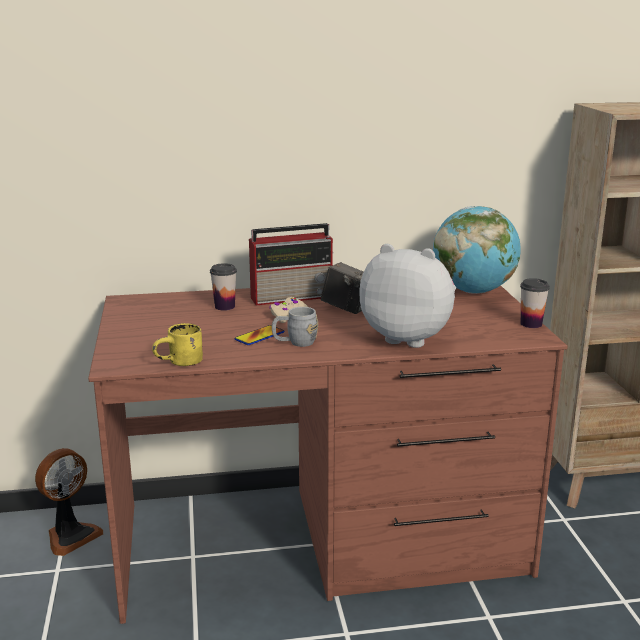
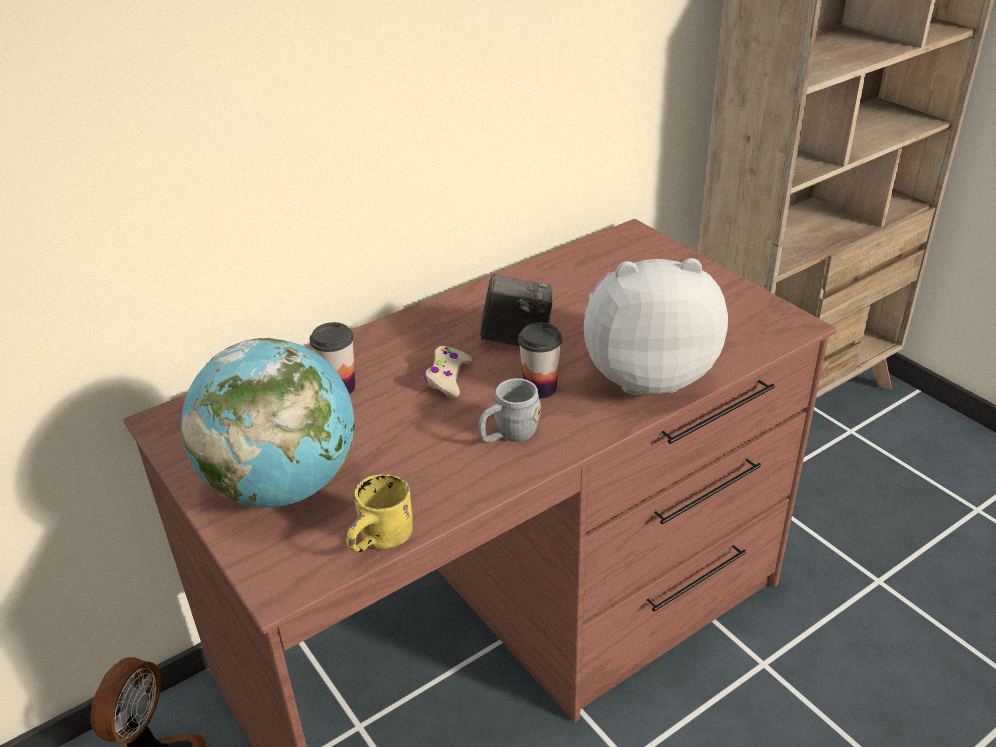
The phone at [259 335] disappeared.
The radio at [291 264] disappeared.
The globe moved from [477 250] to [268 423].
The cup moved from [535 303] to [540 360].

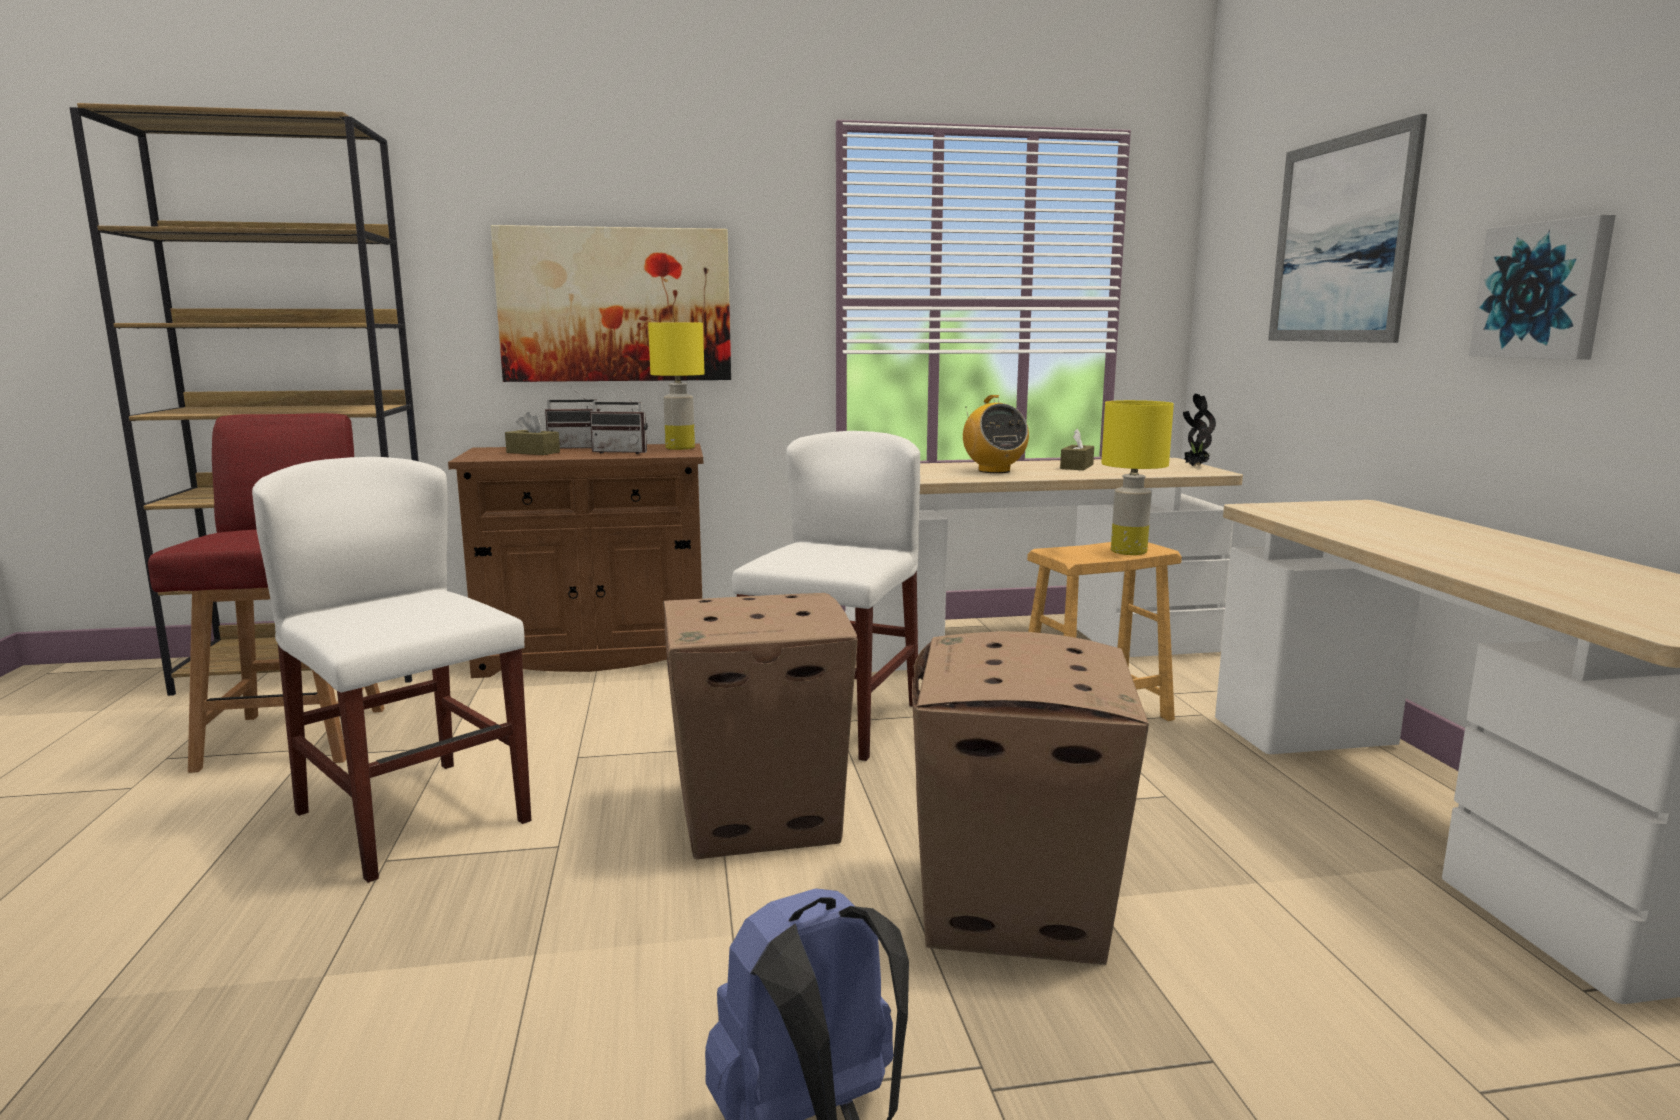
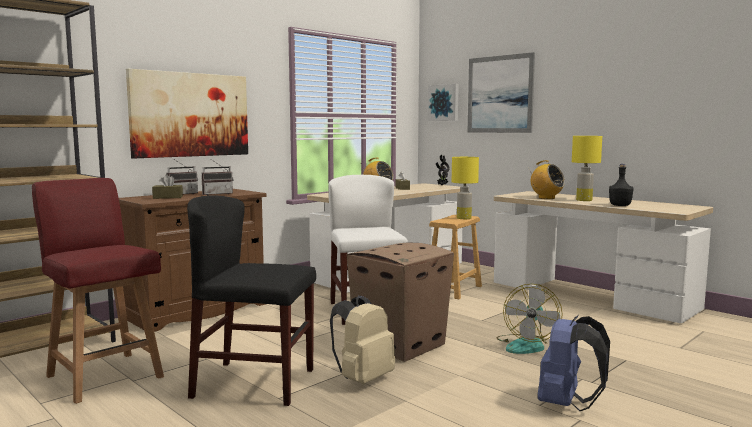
The beige backpack at [362 339] appeared.
The radio at [546 179] appeared.
The black bottle at [621 185] appeared.
The yellow table lamp moved from [676 386] to [587 168].
The picture moved from [1542 287] to [443 102].
The cardboard box at [1030 798] was replaced by the fan at [529 319].
The white chair at [391 670] became the black chair at [251 300].

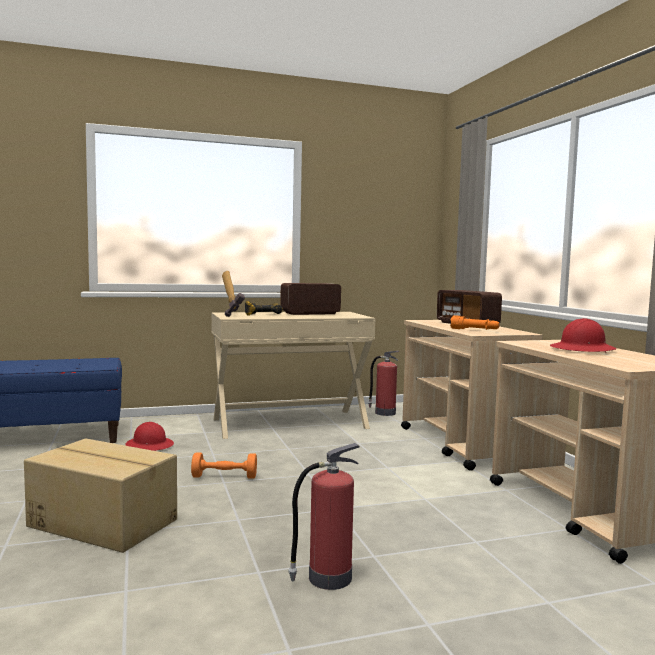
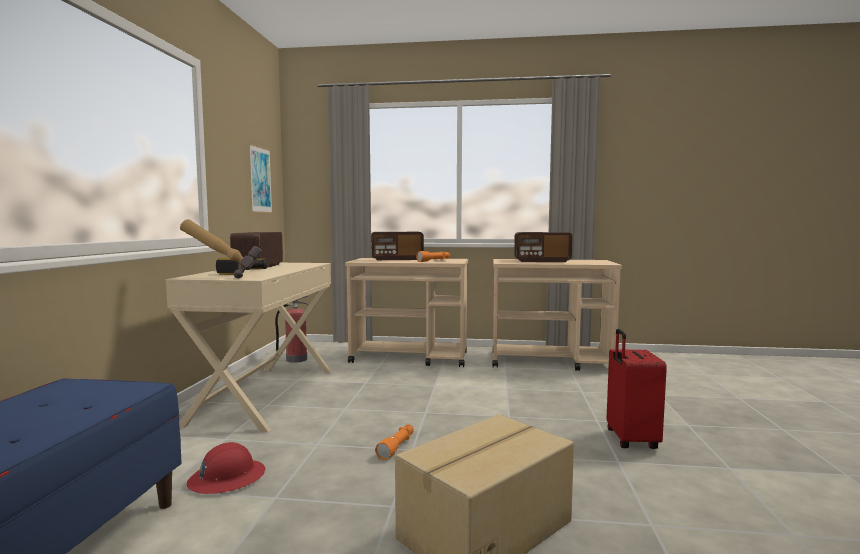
The picture at [261 178] appeared.
The orange dumbbell at [224 465] was replaced by the orange flashlight at [394 442].
The fire extinguisher at [324 516] was replaced by the red suitcase at [637 389].
The red hard hat at [583 335] was replaced by the radio at [543 247].

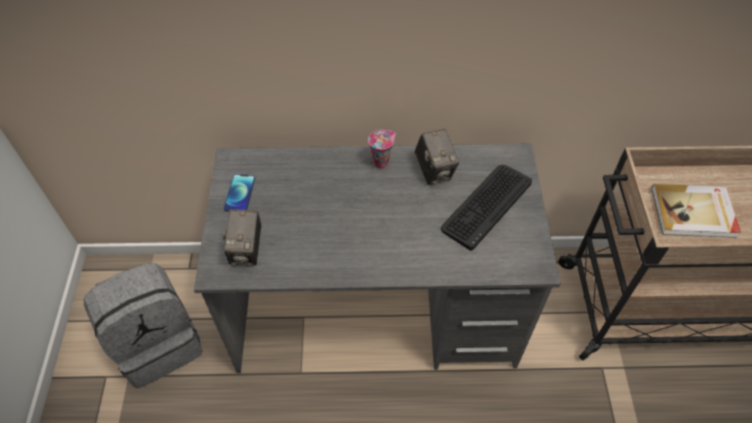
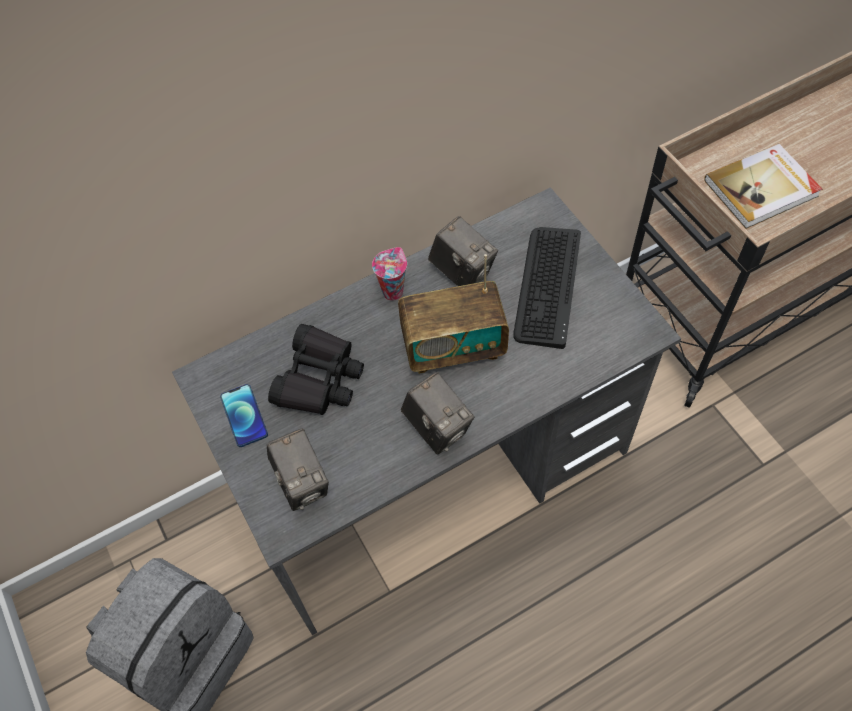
The black binoculars at [316 369] appeared.
The radio at [453 314] appeared.
The photo camera at [437 413] appeared.

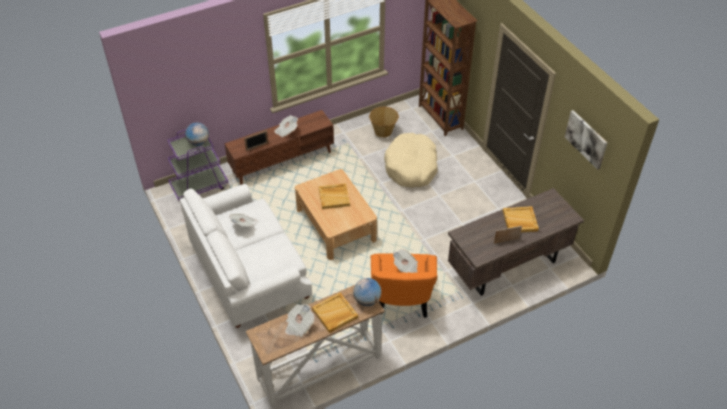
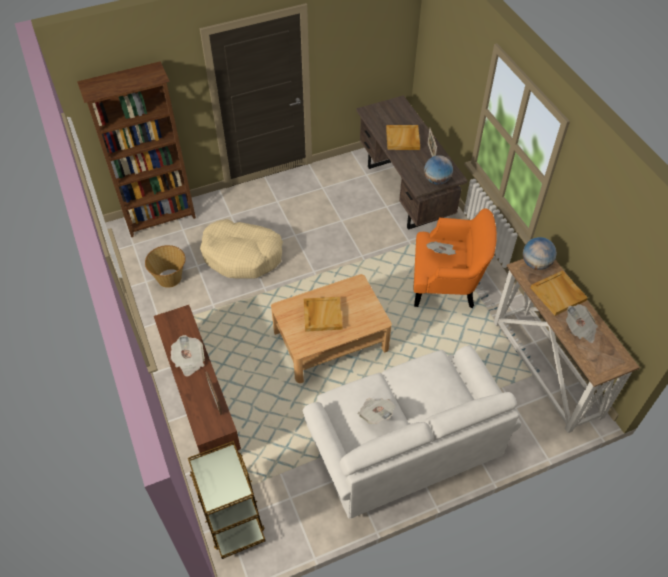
The picture at [586 140] disappeared.
The globe moved from [197 134] to [438 170].
The purple cart at [198 165] became the brown cart at [226 500].

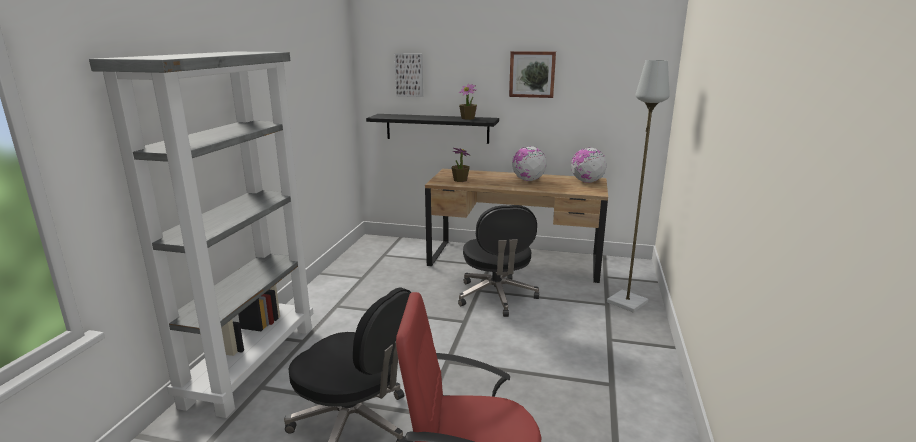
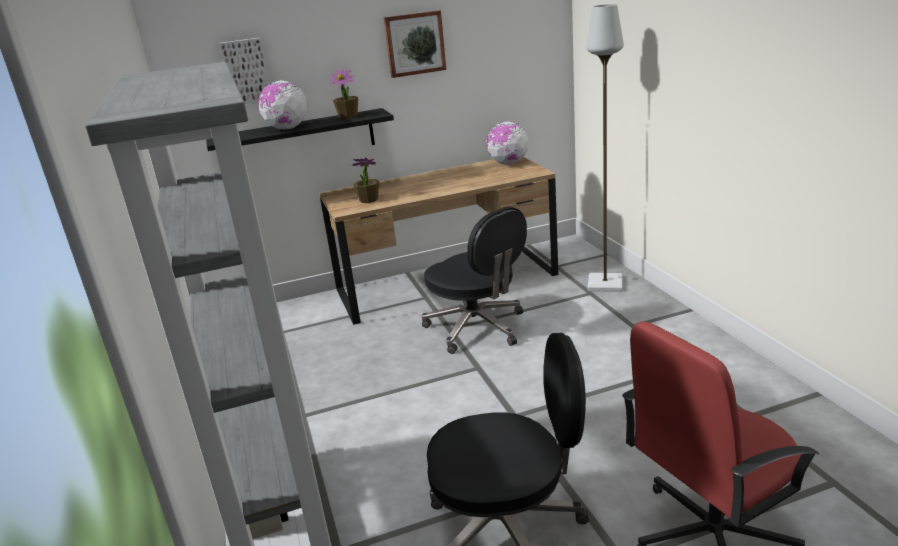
The globe moved from [529 163] to [282 105].

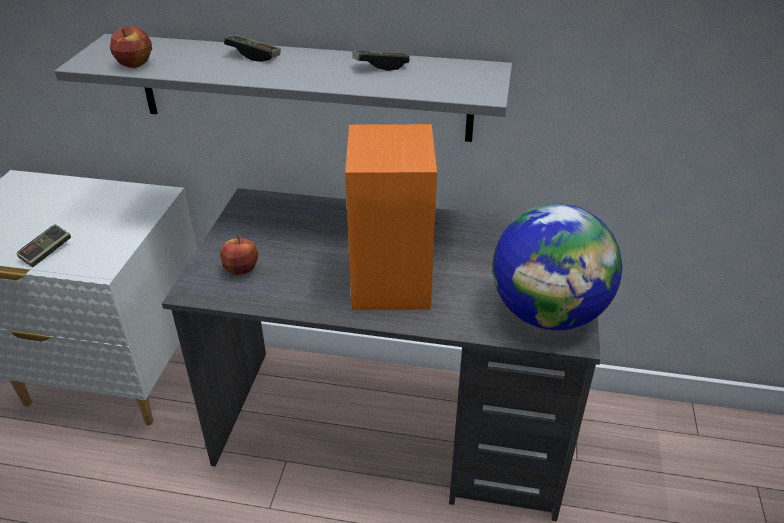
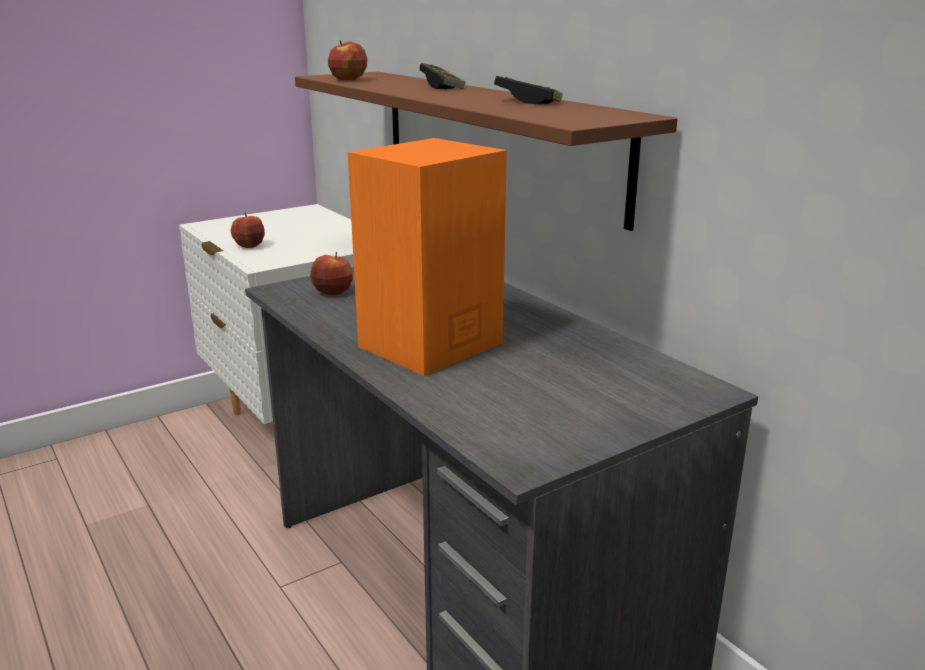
The globe at [557 267] disappeared.
The game controller at [43 245] was replaced by the apple at [247 230].
The grey shelf at [283 88] became the brown shelf at [486 151].

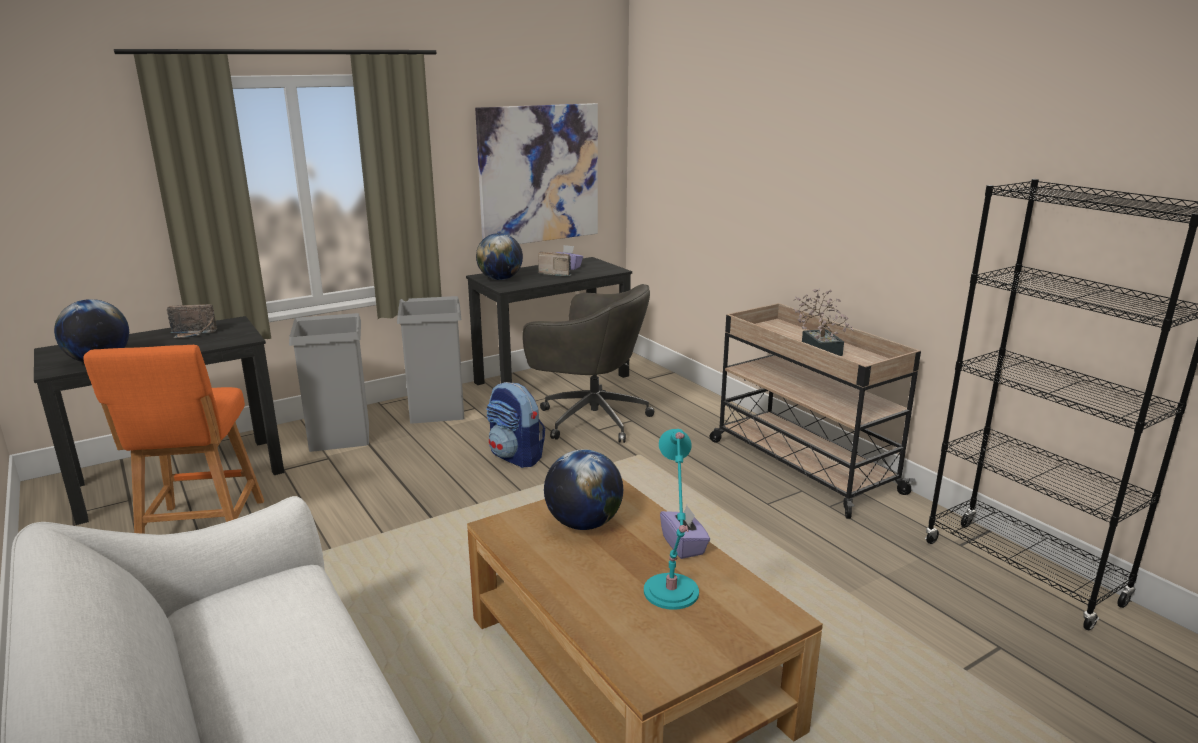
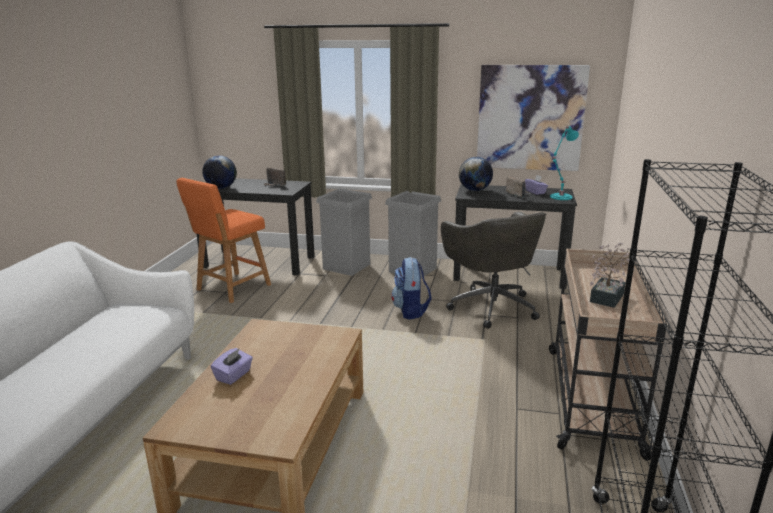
The globe at [583 489] disappeared.
The turquoise table lamp moved from [671 519] to [564 163].
The purple tissue box moved from [685 532] to [232 366].

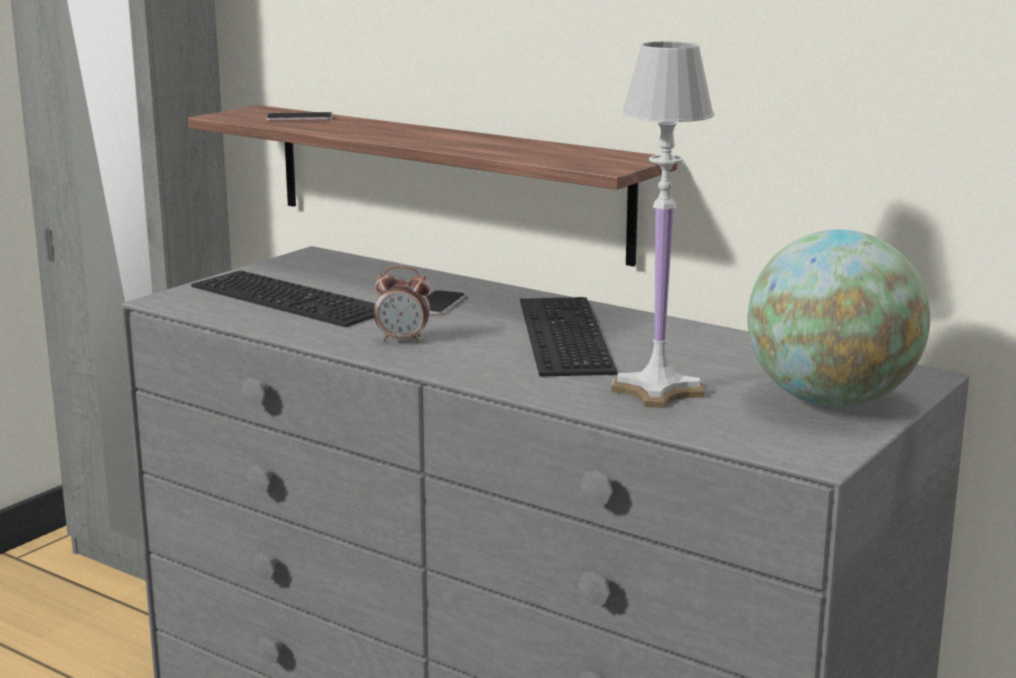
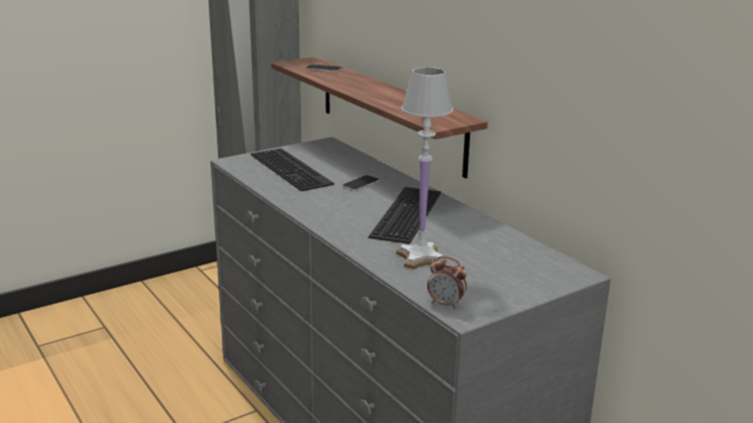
The globe at [839 318] disappeared.
The alarm clock moved from [402 304] to [447 282].

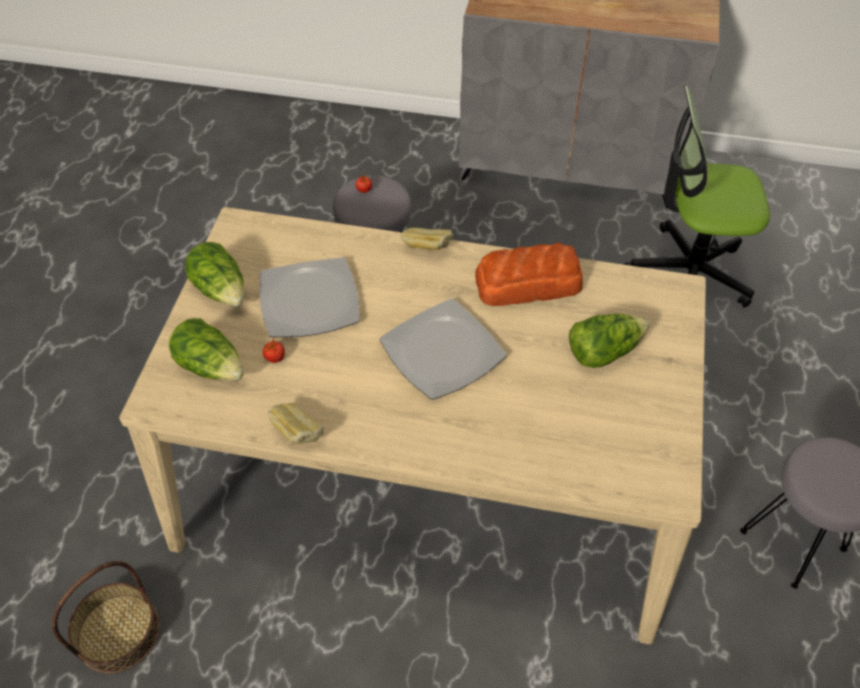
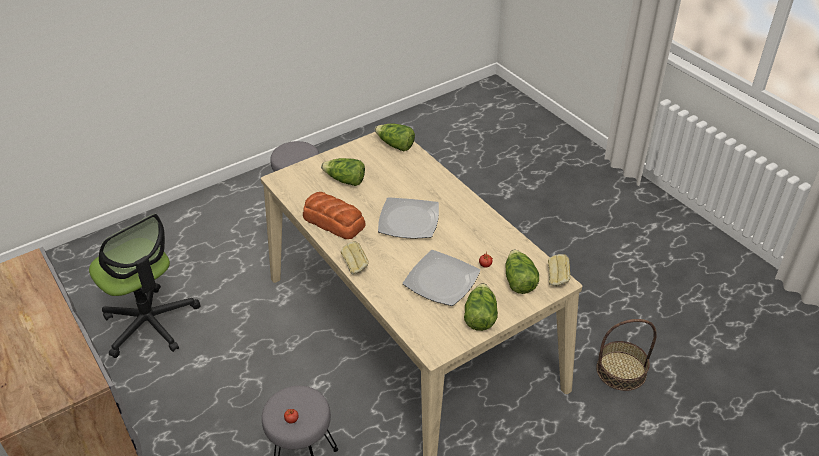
The lettuce at [395 137] appeared.
The bread moved from [296 423] to [559 270].

